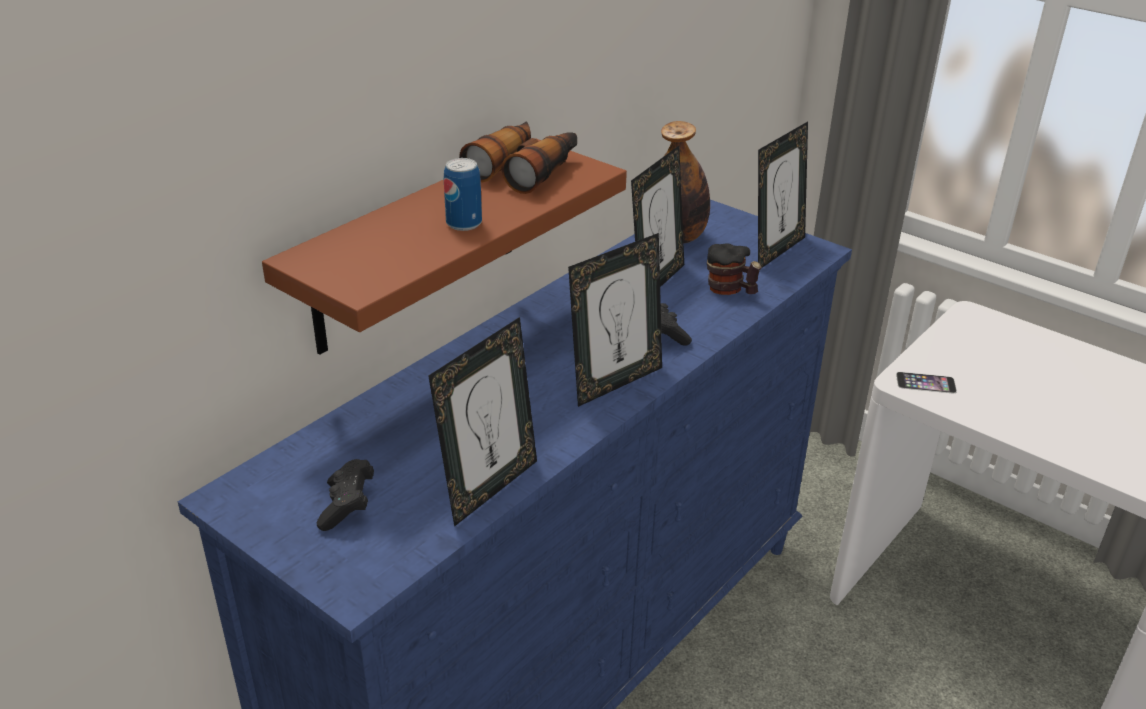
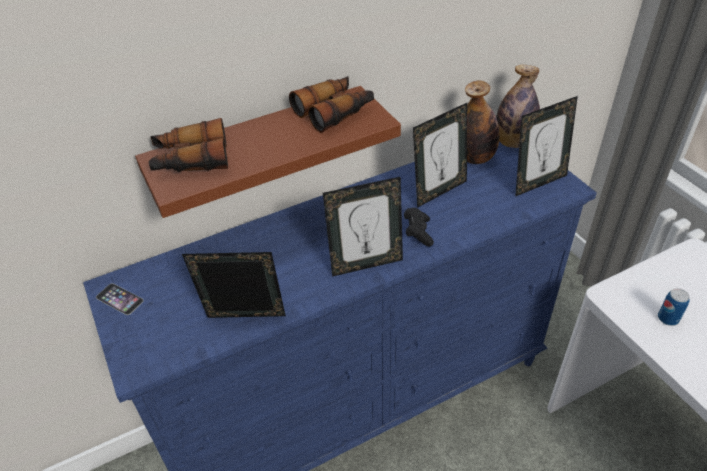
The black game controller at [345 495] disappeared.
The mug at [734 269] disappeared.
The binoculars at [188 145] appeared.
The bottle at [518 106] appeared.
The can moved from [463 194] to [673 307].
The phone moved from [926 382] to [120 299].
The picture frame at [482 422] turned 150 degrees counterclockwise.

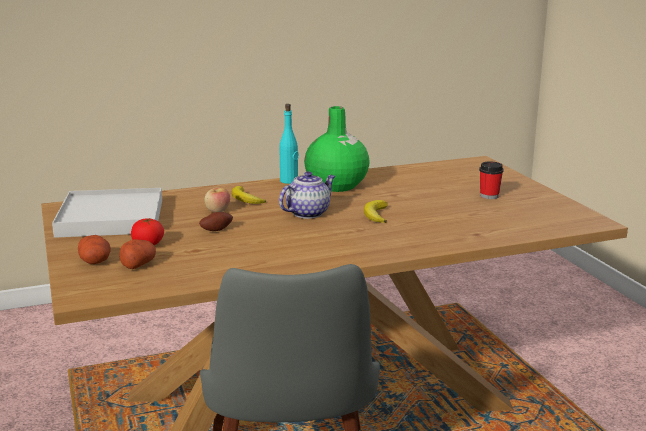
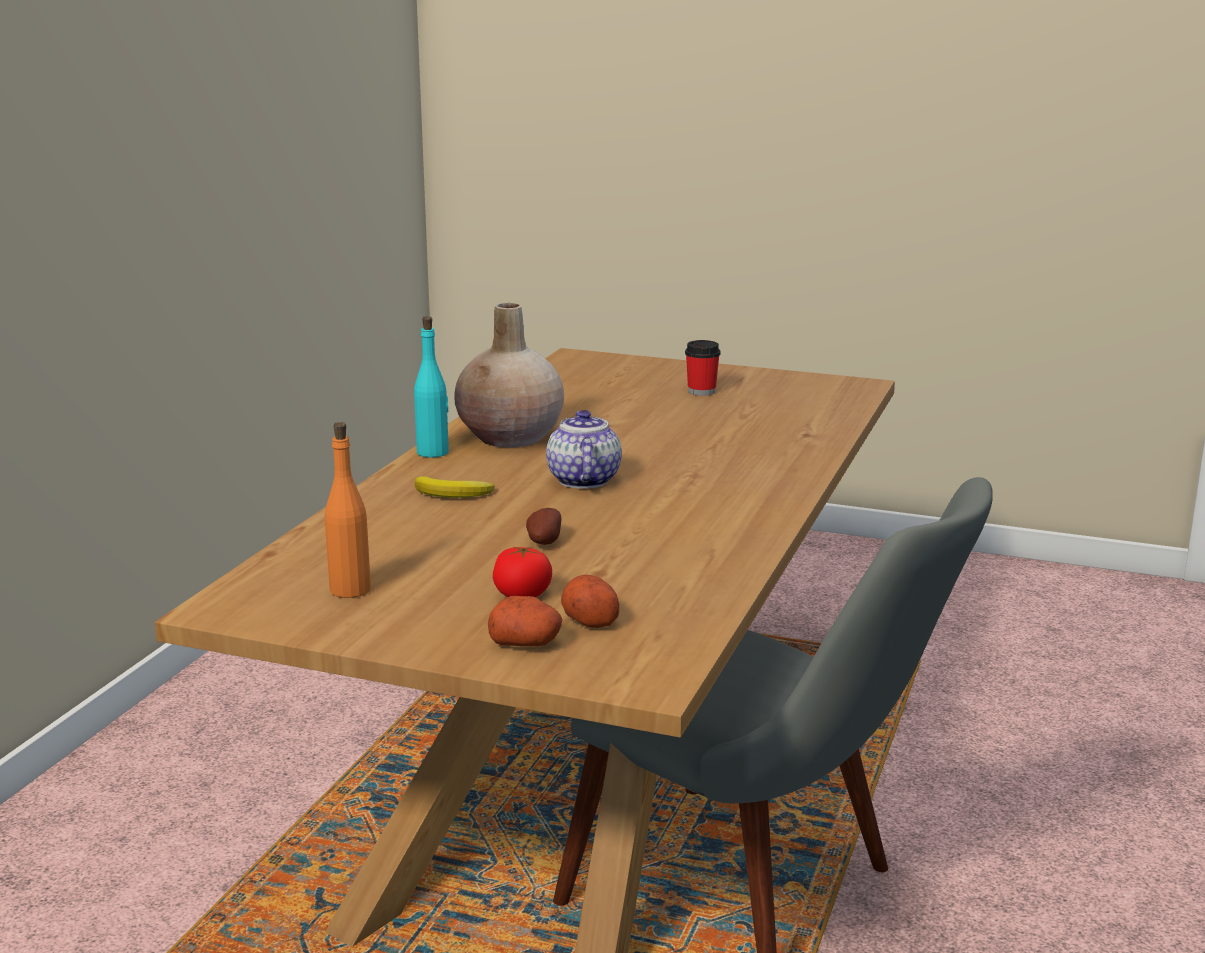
The apple at [217 200] disappeared.
The banana at [376 211] disappeared.
The white tray at [107 213] was replaced by the orange bottle at [348 510].
The green vase at [337 149] became the beige vase at [509 375].

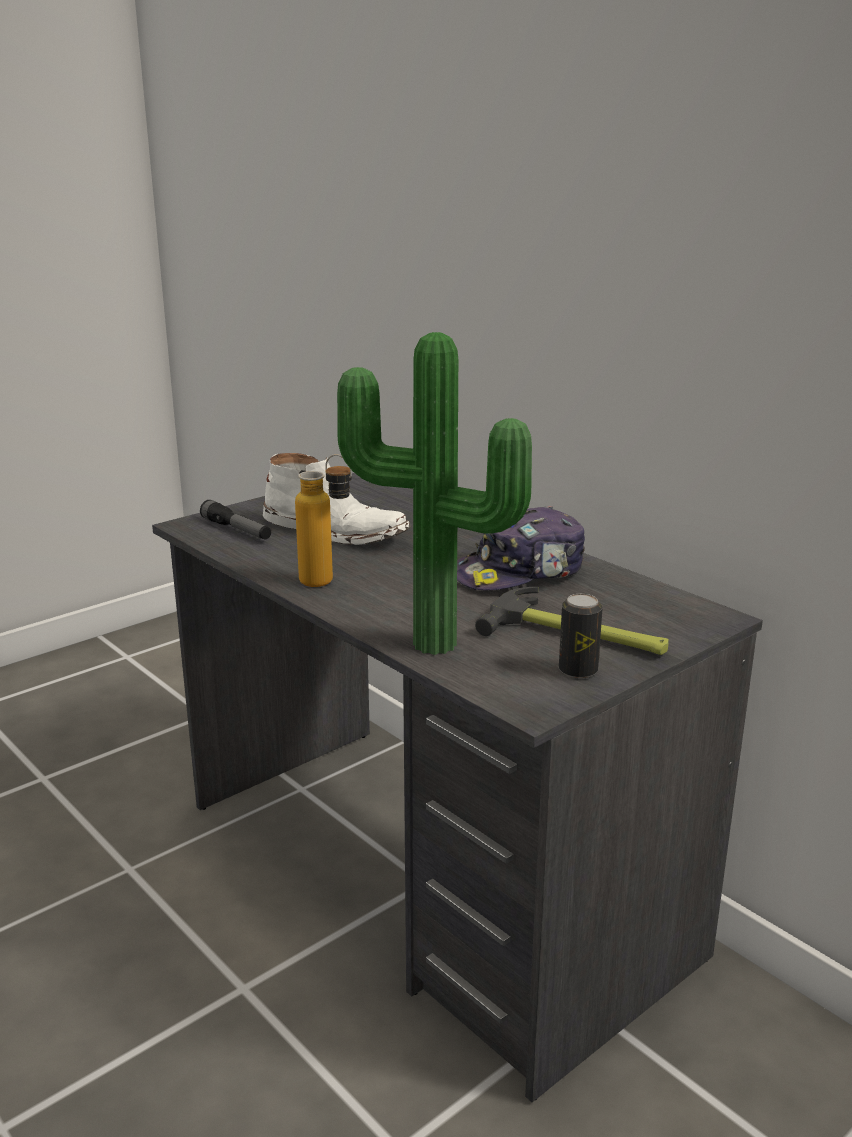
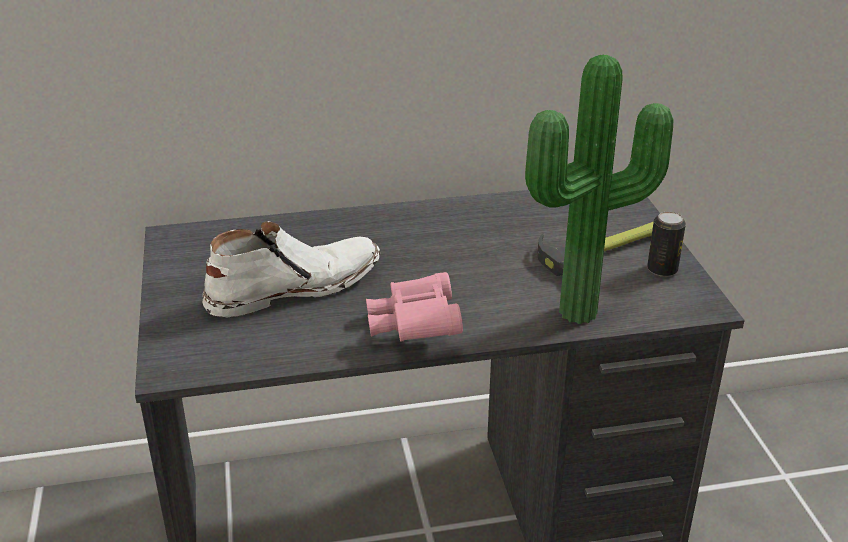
The flashlight at [235 519] disappeared.
The cap at [521 548] disappeared.
The bottle at [323 520] was replaced by the pink binoculars at [414 307].

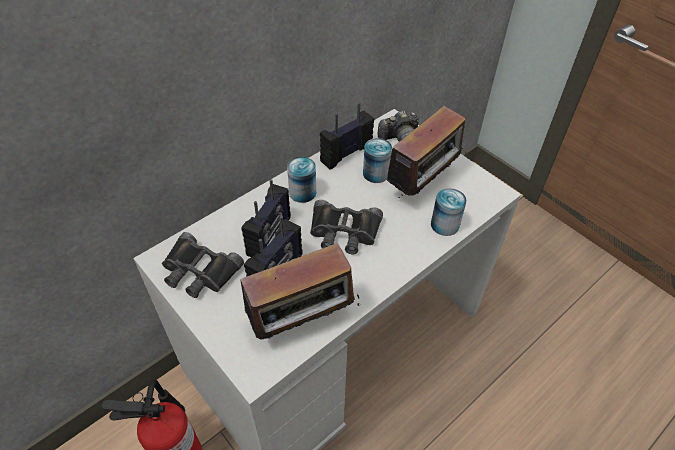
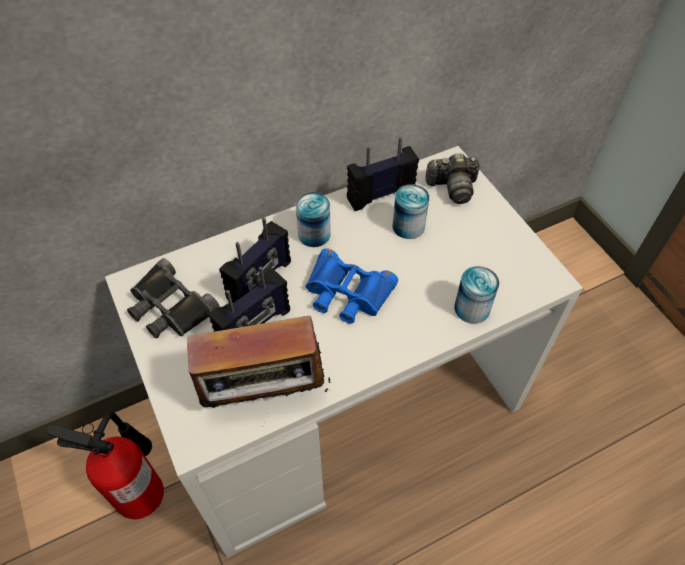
The radio at [423 152] disappeared.
The black binoculars at [346 227] became the blue binoculars at [352 286].

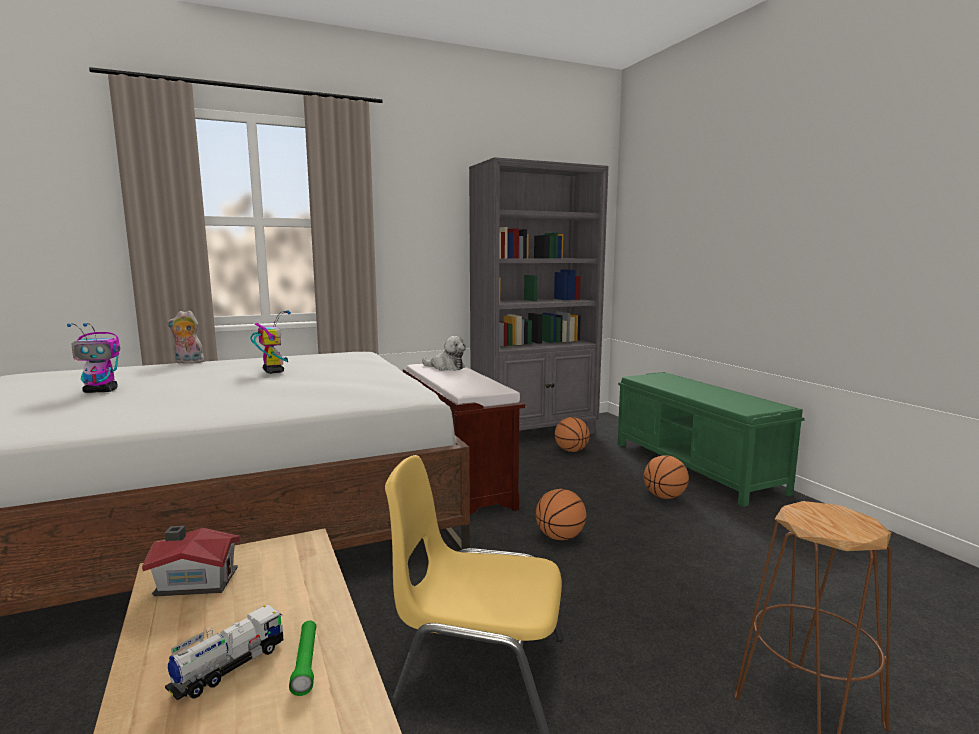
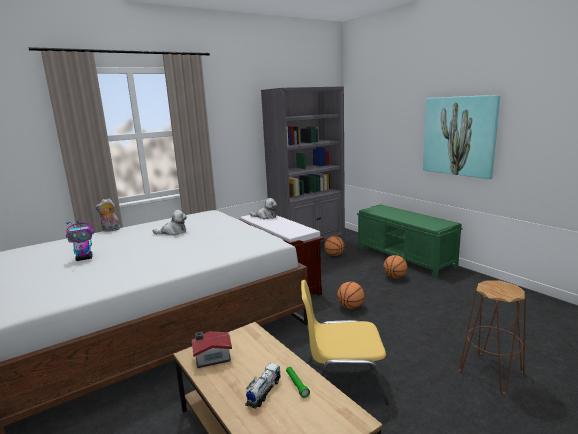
The picture at [461 137] appeared.
The toy robot at [270 342] was replaced by the plush toy at [170 223].

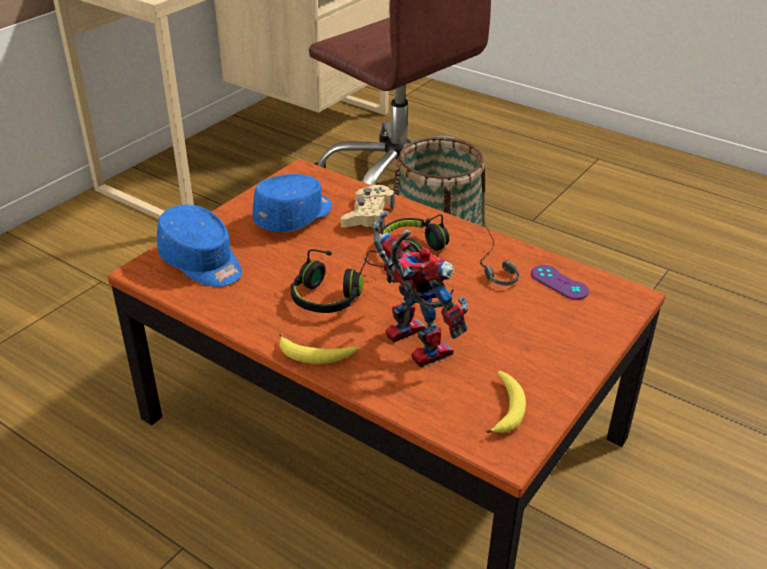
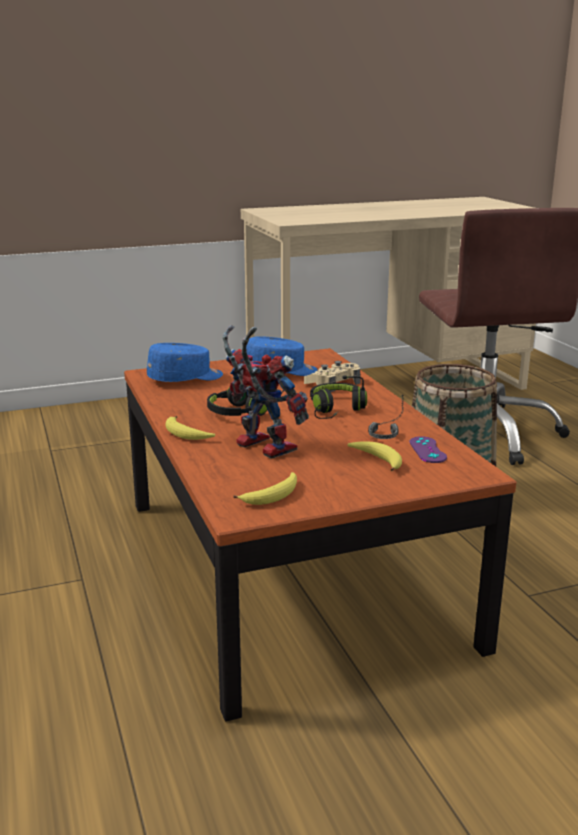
The banana at [375 456] appeared.
The blue cap at [199 245] turned 105 degrees counterclockwise.
The toy robot at [420 289] turned 45 degrees counterclockwise.

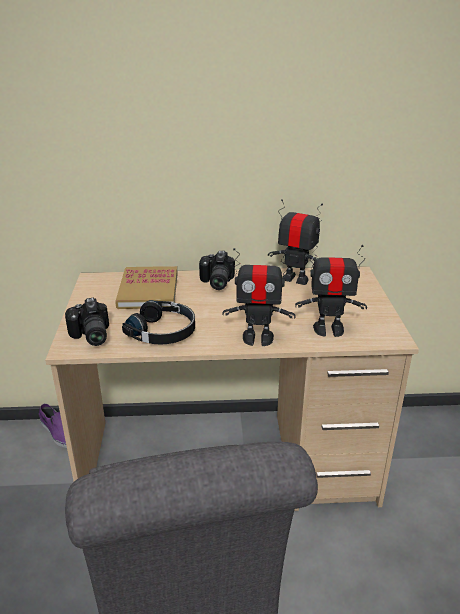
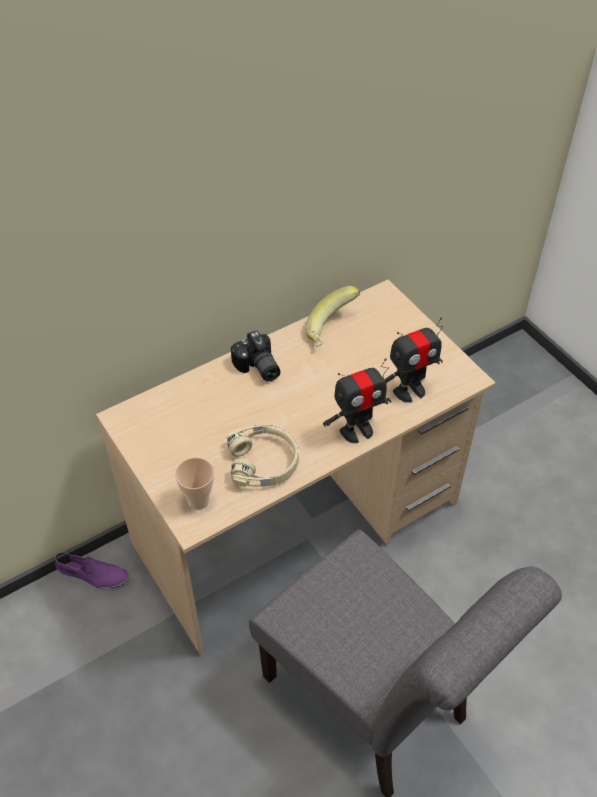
The book at [146 287] disappeared.
The photo camera at [87 322] was replaced by the cup at [194 483].
The toy robot at [295 242] was replaced by the banana at [332 316].
The black headphones at [158 322] became the beige headphones at [263 455].

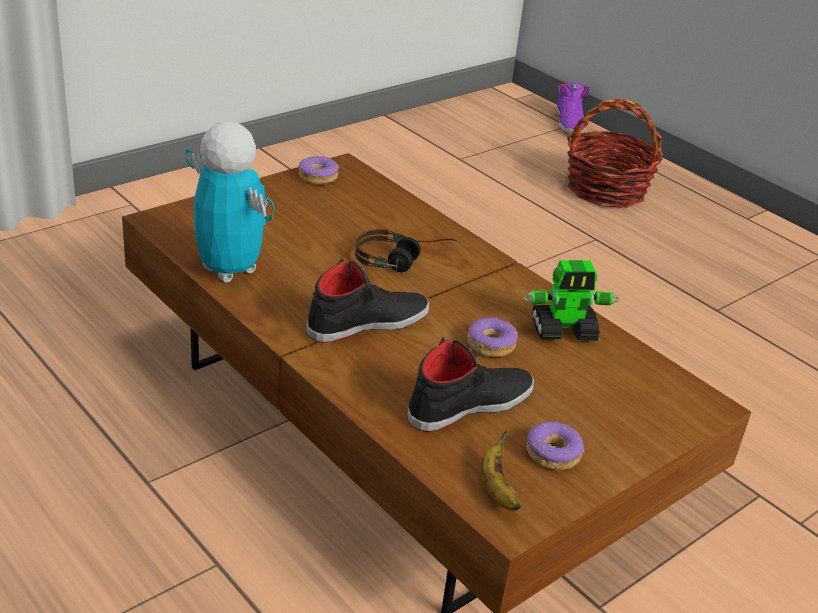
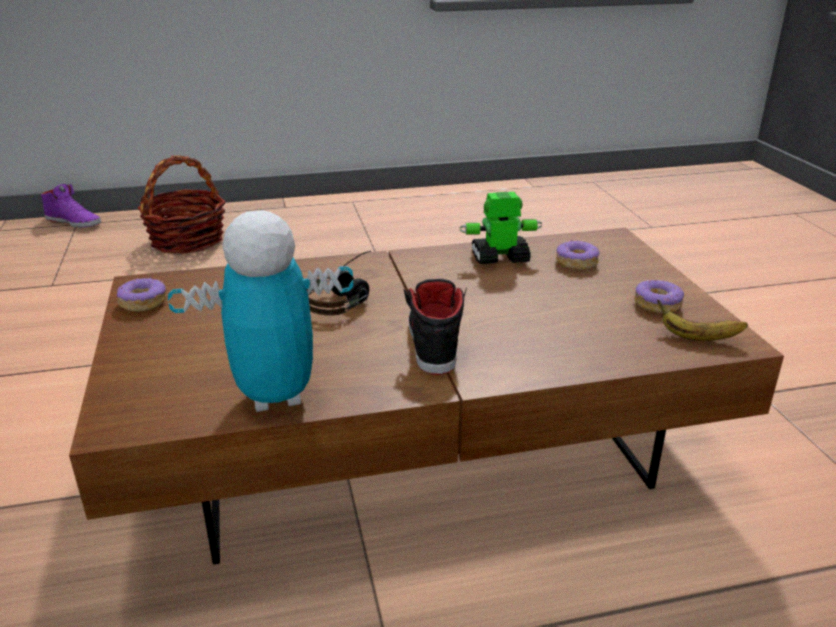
The black shoe at [470 384] disappeared.
The donut moved from [492 337] to [577 254].
The toy robot at [571 300] turned 120 degrees counterclockwise.

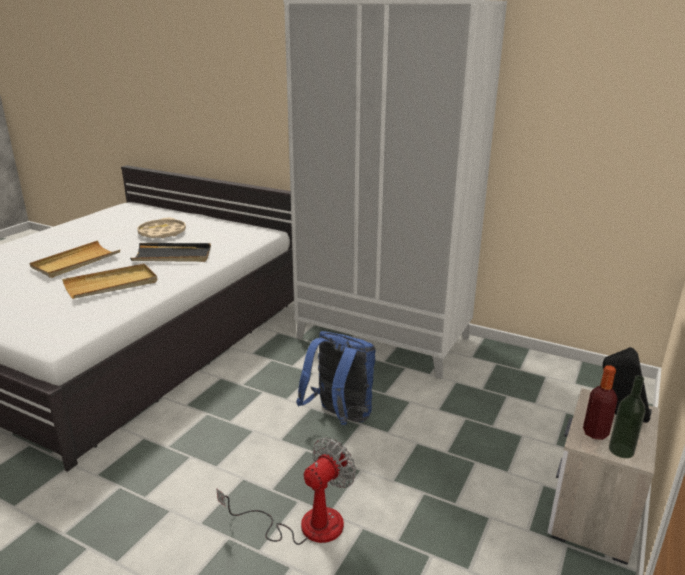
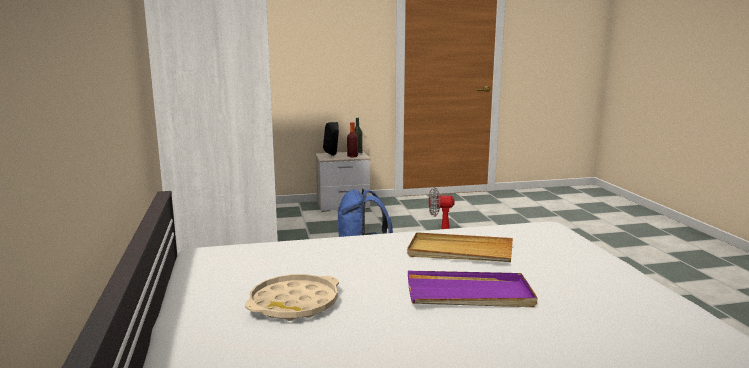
The black tray at [170 252] disappeared.
The beige tray at [74 259] became the purple tray at [472 289].

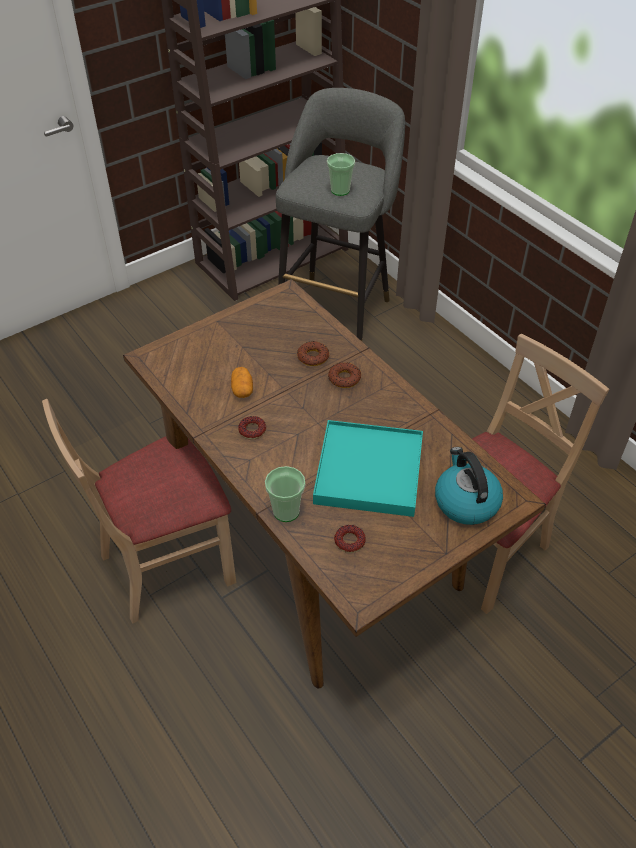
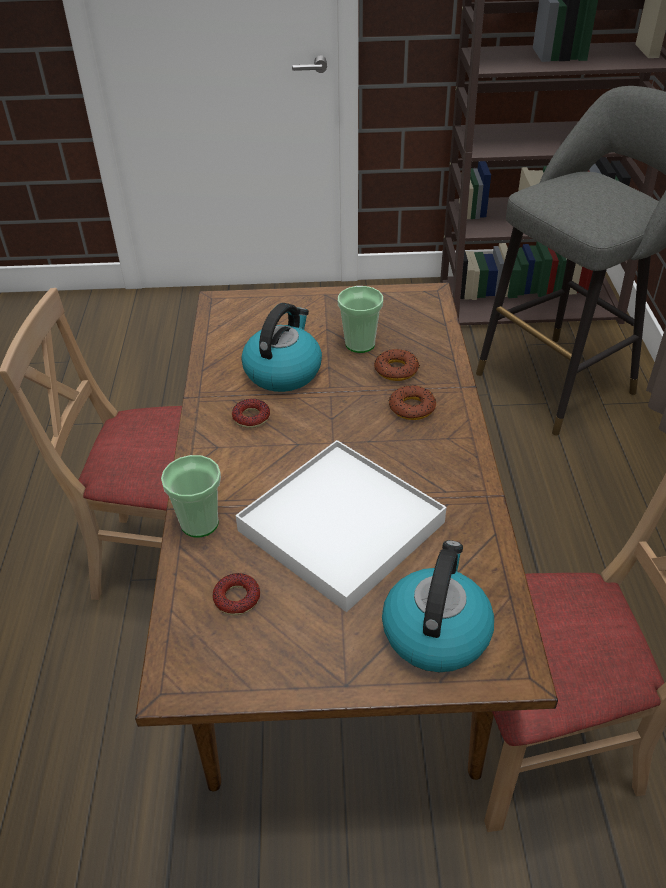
The cup moved from [341 174] to [360 319].
The potato at [242 382] was replaced by the kettle at [281 347].
The turquoise tray at [368 468] became the white tray at [340 526].

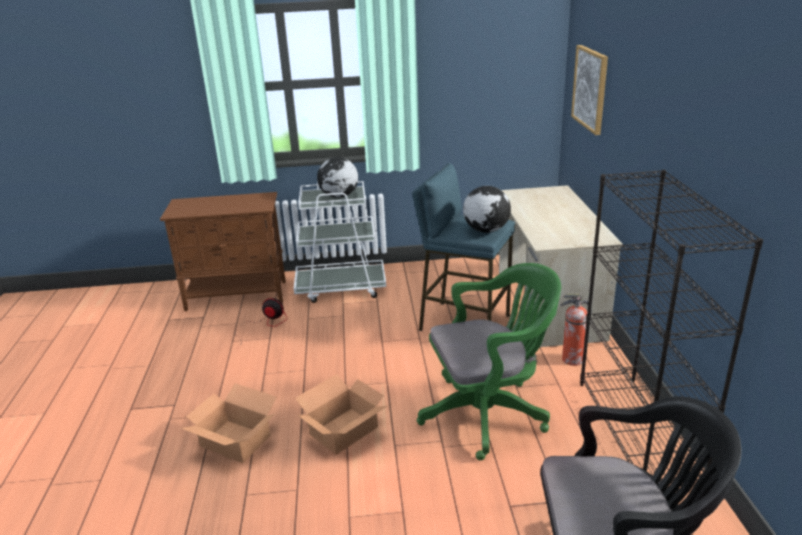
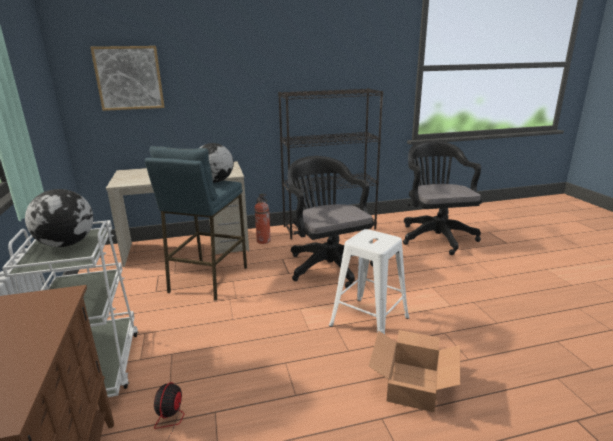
The cardboard box at [341 414] was replaced by the white stool at [369 281].
The green office chair at [489 362] became the black office chair at [331 222].

